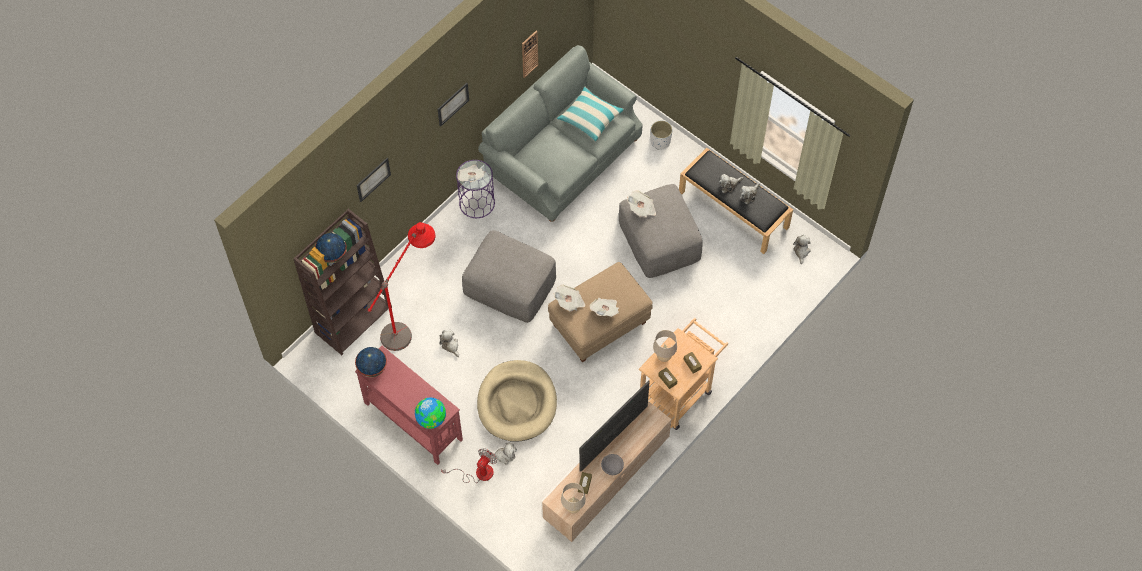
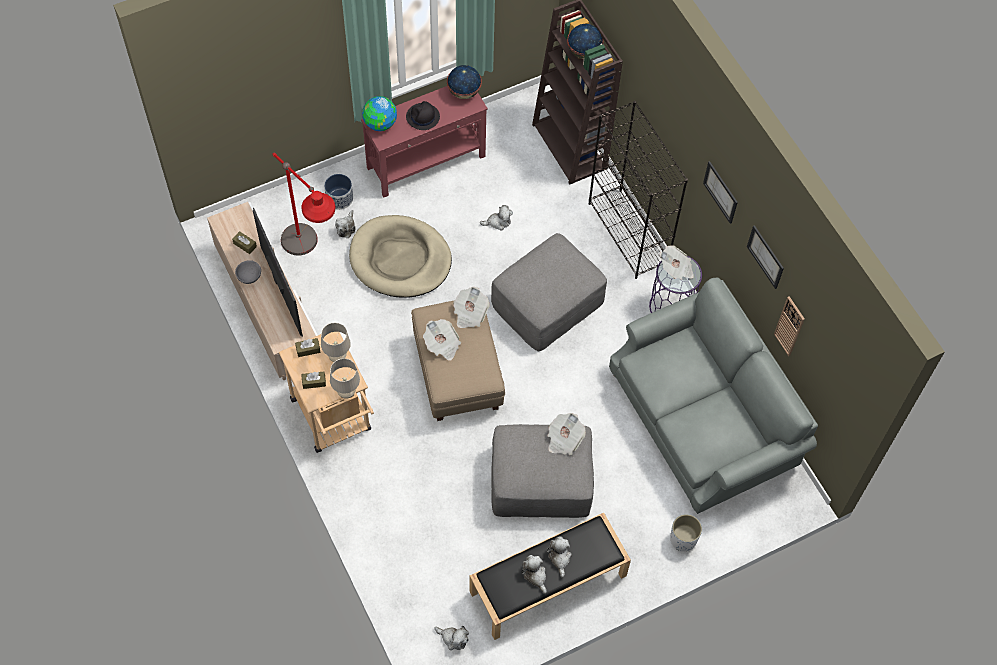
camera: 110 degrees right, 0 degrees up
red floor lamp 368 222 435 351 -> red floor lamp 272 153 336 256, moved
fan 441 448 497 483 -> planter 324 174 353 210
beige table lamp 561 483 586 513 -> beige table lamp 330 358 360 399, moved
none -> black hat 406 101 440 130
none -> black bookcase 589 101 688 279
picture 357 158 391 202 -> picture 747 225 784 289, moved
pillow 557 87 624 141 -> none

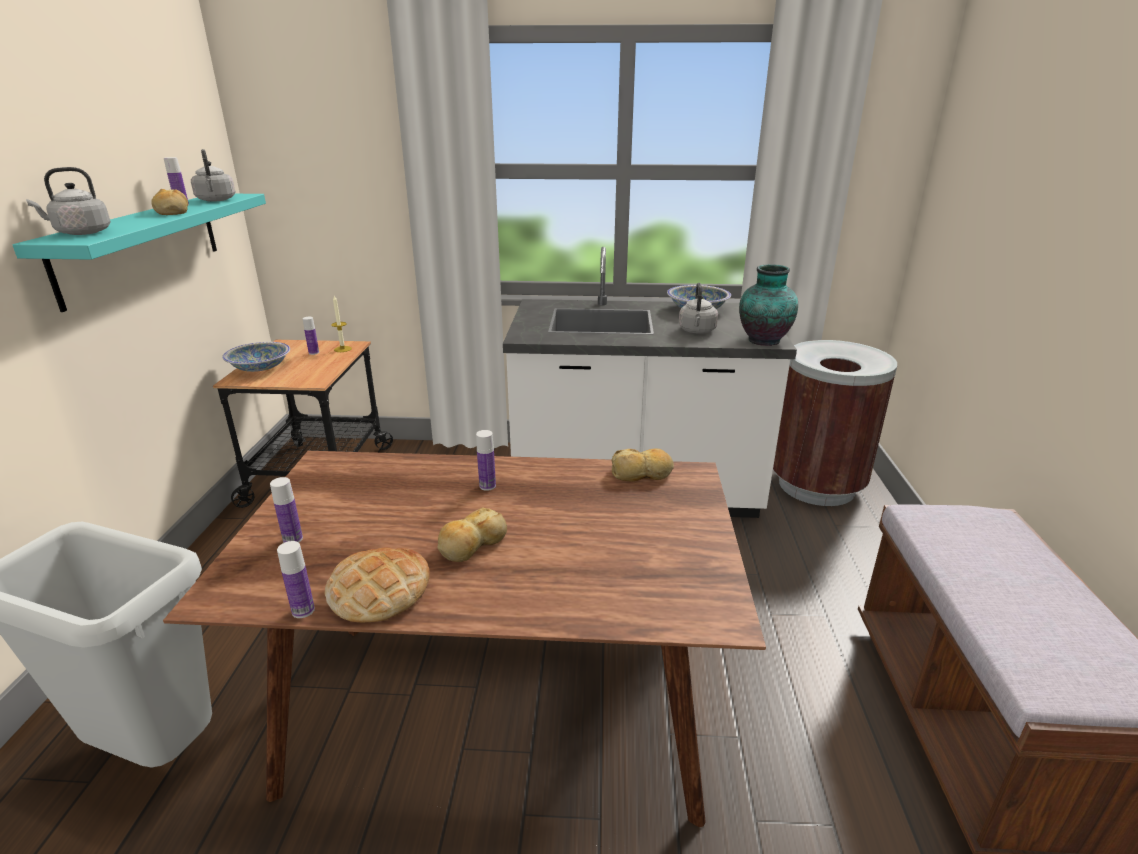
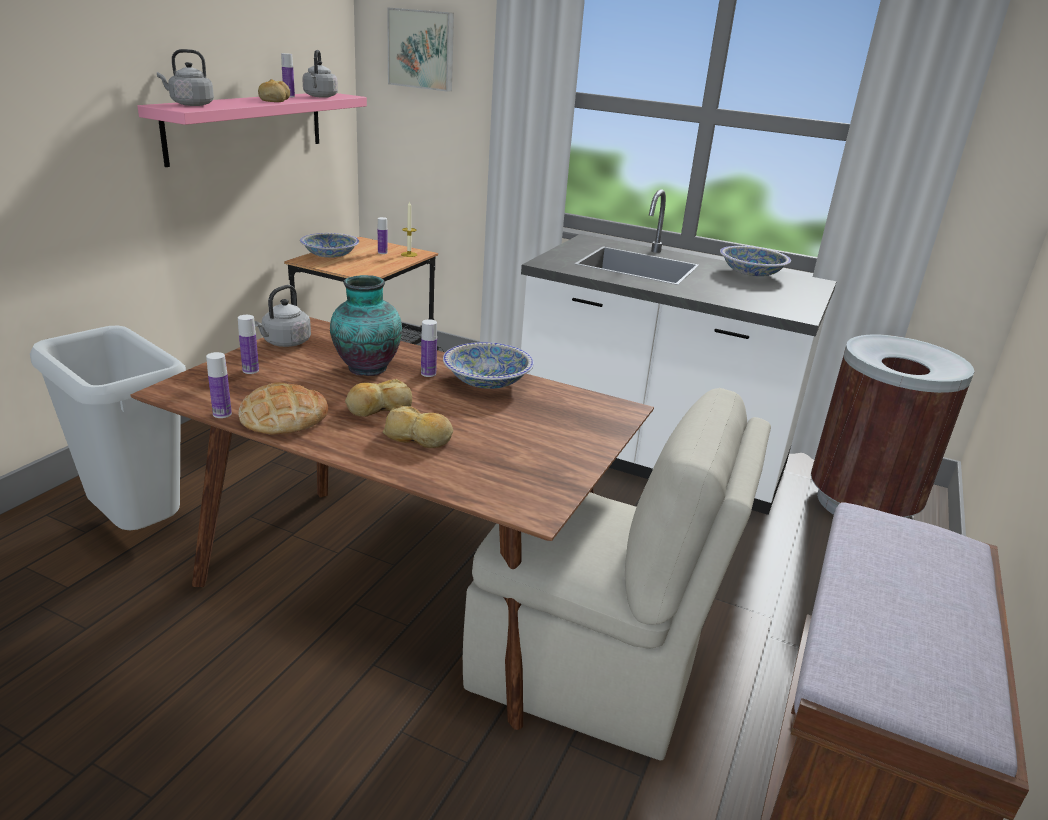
camera: 20 degrees right, 0 degrees up
turquoise shelf 12 194 266 312 -> pink shelf 138 93 367 167
grey kettle 679 283 718 334 -> grey kettle 254 285 311 347, moved
vase 739 264 798 346 -> vase 330 275 402 376, moved
bread 611 449 674 482 -> bread 383 405 453 448, moved
none -> picture 387 7 454 92
none -> bowl 443 342 534 389
none -> beige chair 463 388 771 761

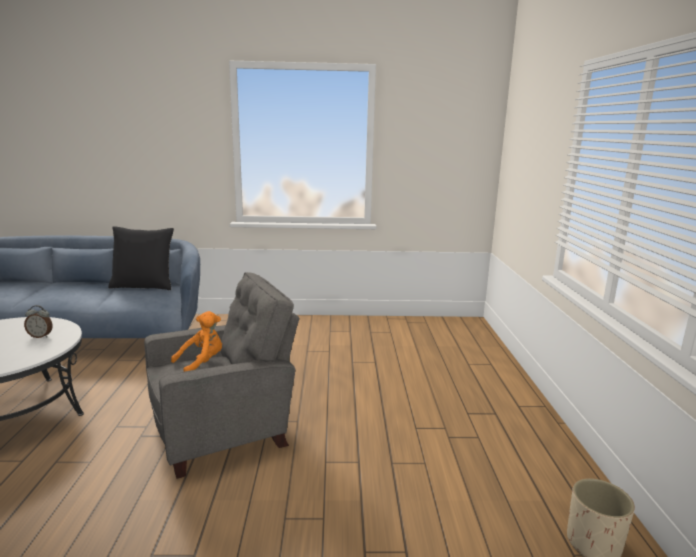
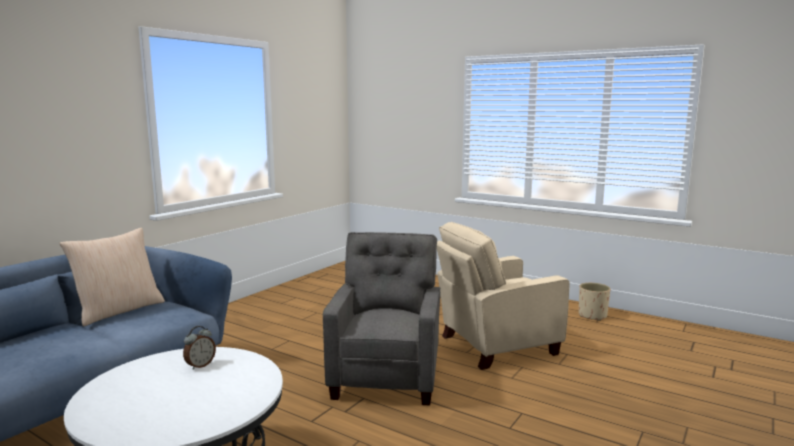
camera: 55 degrees left, 5 degrees down
black pillow 108 226 174 290 -> beige pillow 59 228 165 326
none -> beige armchair 437 222 570 370
orange plush toy 171 311 222 372 -> none

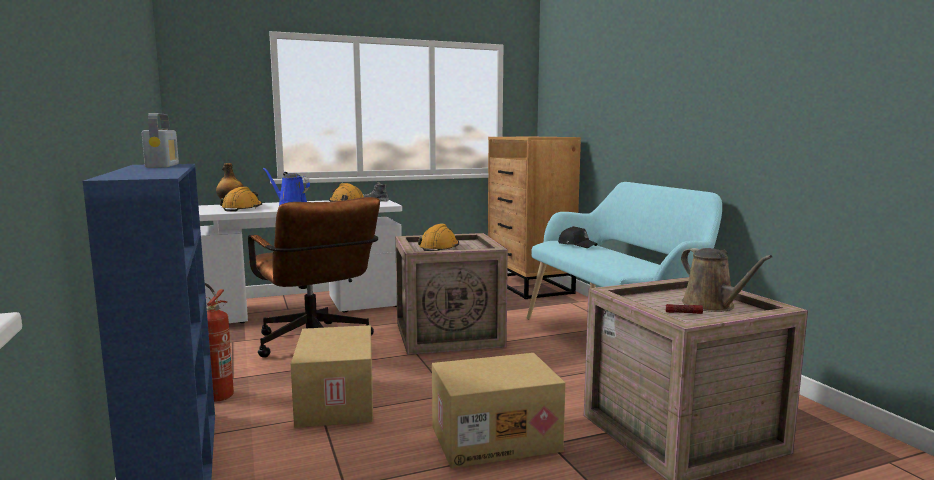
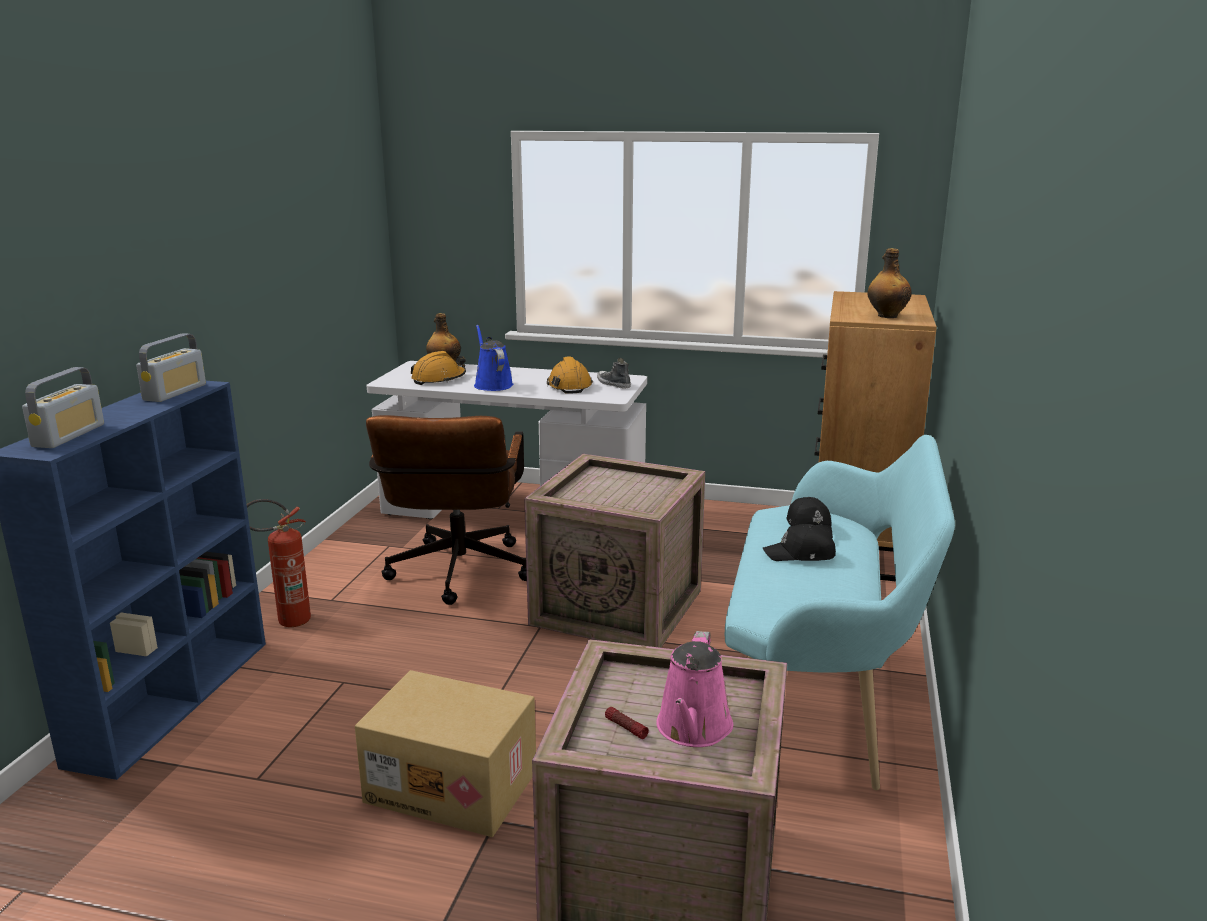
camera: 35 degrees right, 10 degrees up
none -> radio 22 367 104 448
brown watering can 681 248 772 312 -> pink watering can 656 631 733 747
none -> black cap 763 524 836 561
none -> bottle 868 248 912 318
cardboard box 291 325 373 428 -> none
orange hard hat 418 224 459 251 -> none

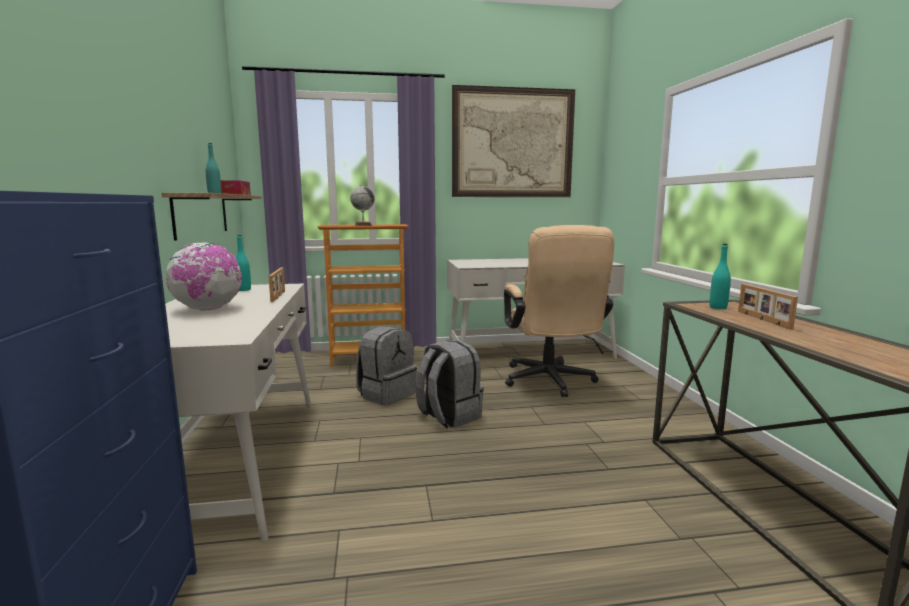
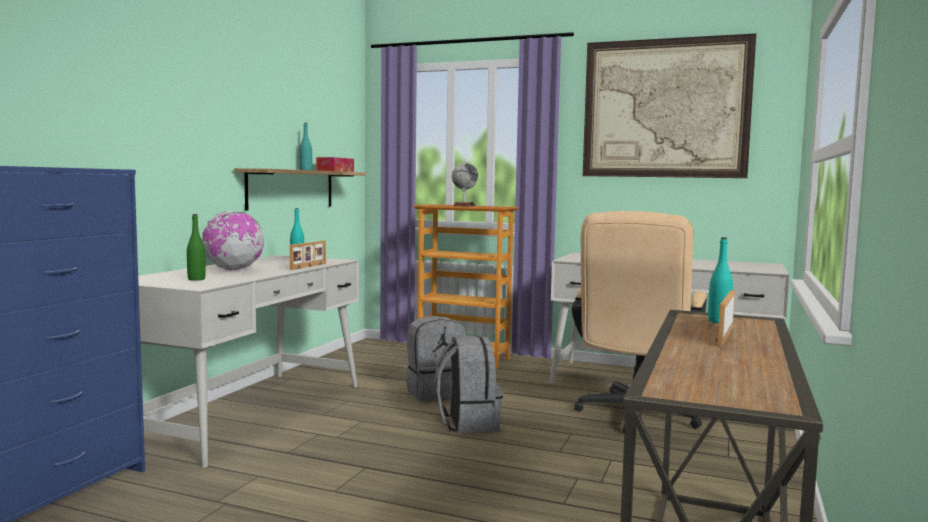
camera: 30 degrees right, 5 degrees down
none -> green bottle 187 214 206 281

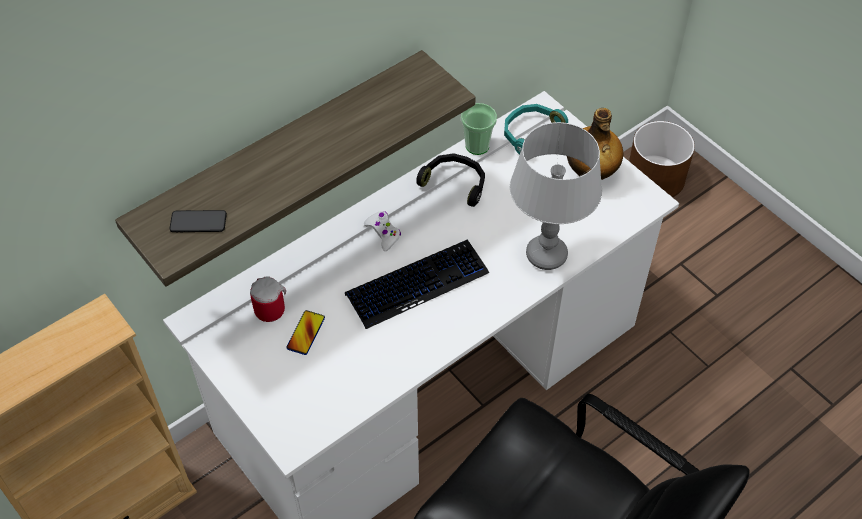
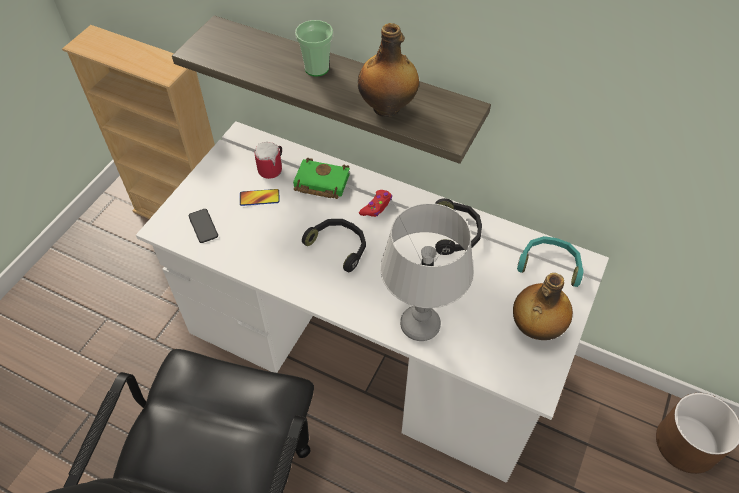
camera: 65 degrees right, 0 degrees up
phone 170 210 227 232 -> phone 189 209 218 243, moved
none -> green book 293 158 350 199
cup 461 103 497 155 -> cup 295 20 333 76, moved
keyboard 345 240 489 329 -> black headphones 302 219 366 272
none -> bottle 358 23 419 117
white game controller 364 211 401 251 -> red game controller 359 190 392 217

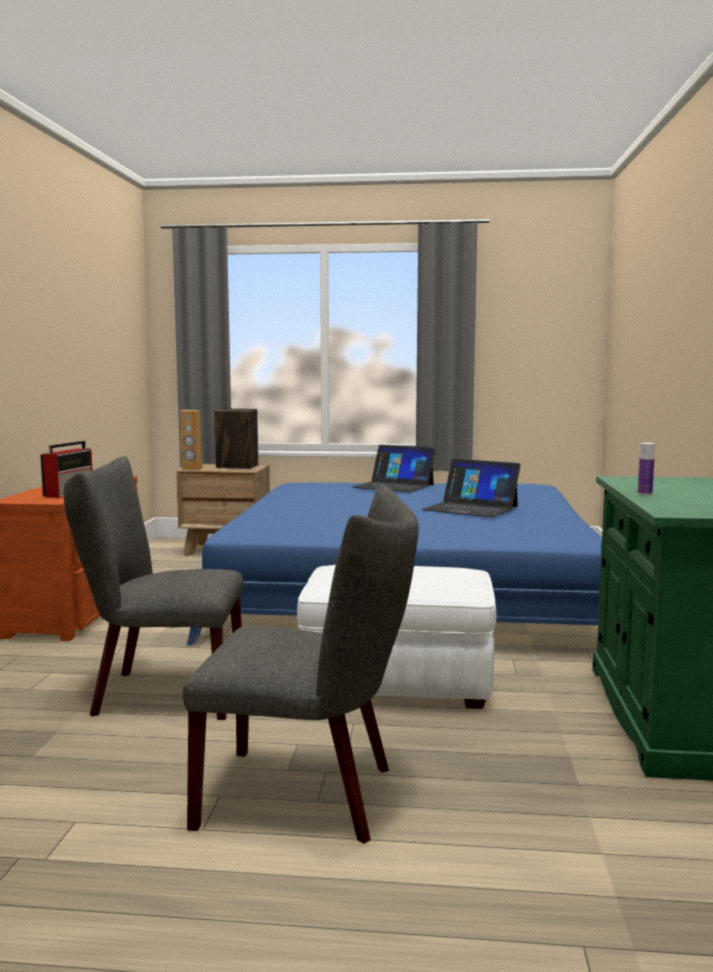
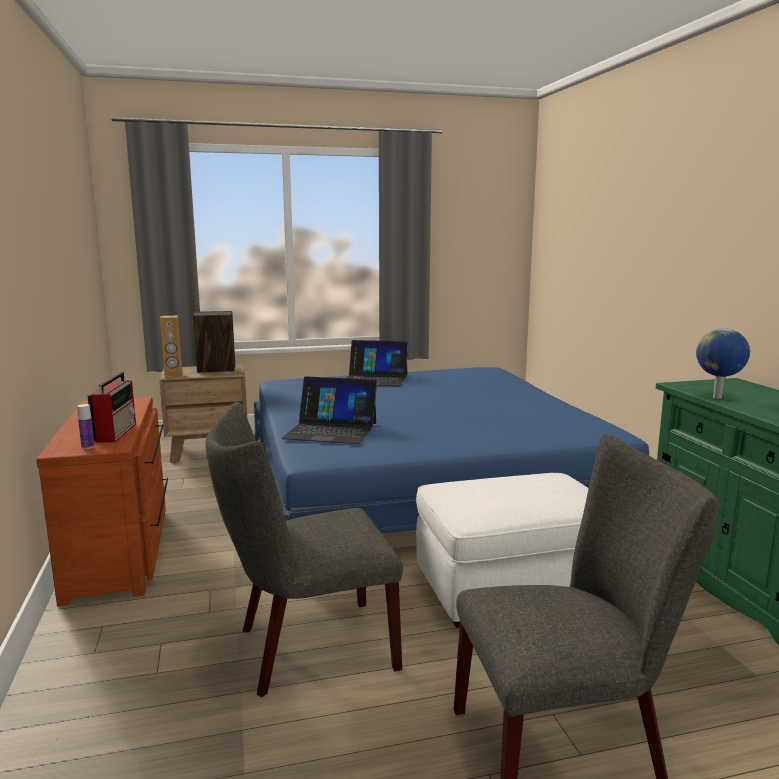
camera: 20 degrees left, 5 degrees up
bottle 638 443 655 495 -> bottle 77 404 94 449, moved
laptop 422 459 520 517 -> laptop 281 376 377 444, moved
none -> globe 696 328 750 399

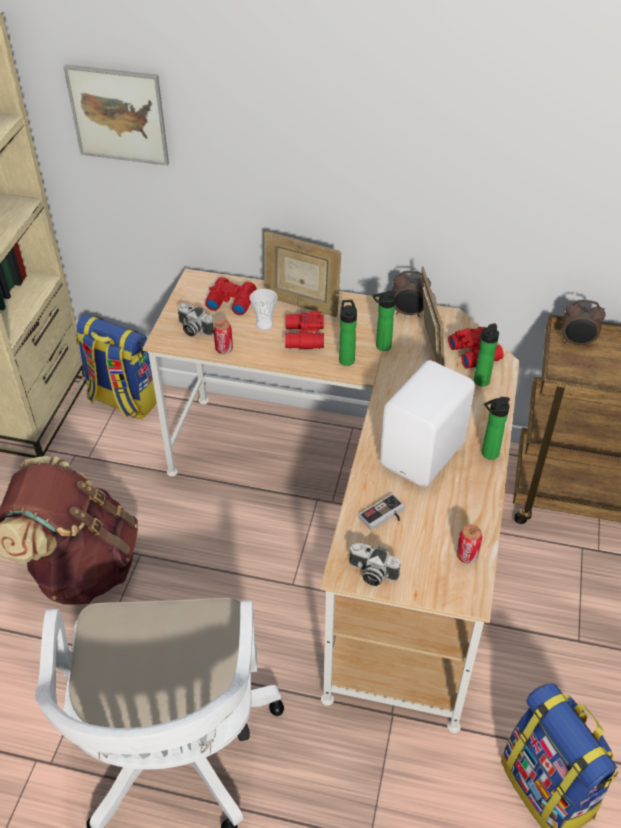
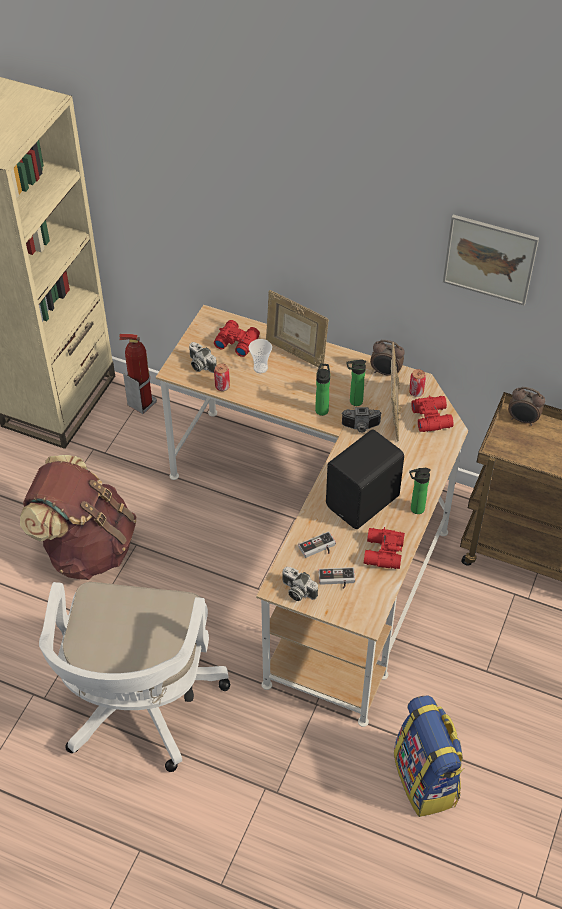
camera: 10 degrees right, 5 degrees up
backpack 76 314 157 419 -> fire extinguisher 119 334 157 414
none -> game controller 318 567 355 589
white speaker 380 360 475 487 -> black speaker 326 429 404 529
none -> photo camera 341 407 382 433
red binoculars 285 311 324 349 -> red binoculars 364 527 405 569, moved
can 456 524 482 563 -> can 409 369 426 397, moved
picture 63 64 169 166 -> picture 443 215 539 305, moved
bottle 474 323 499 386 -> none

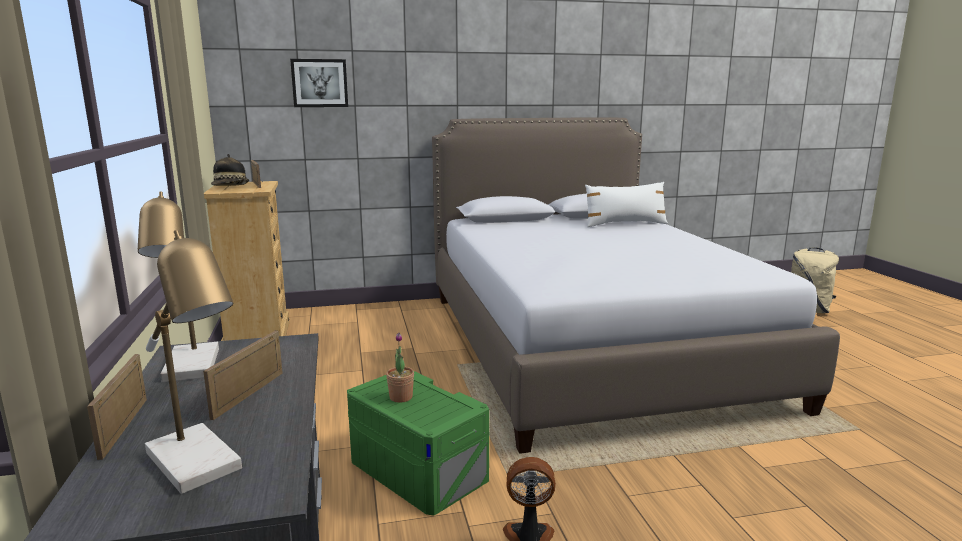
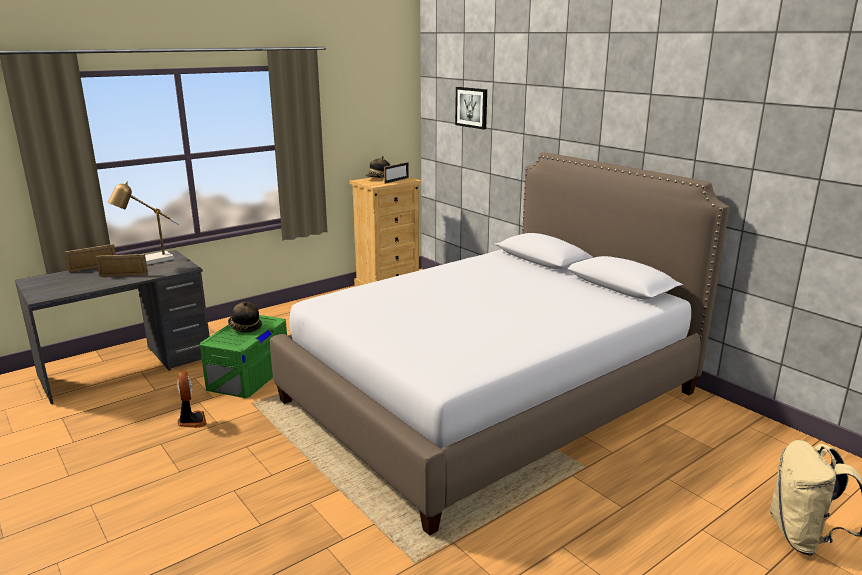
camera: 65 degrees right, 5 degrees up
potted plant 386 333 414 403 -> hat 228 302 262 333
table lamp 145 230 242 494 -> none
white pillow 585 182 668 227 -> none

